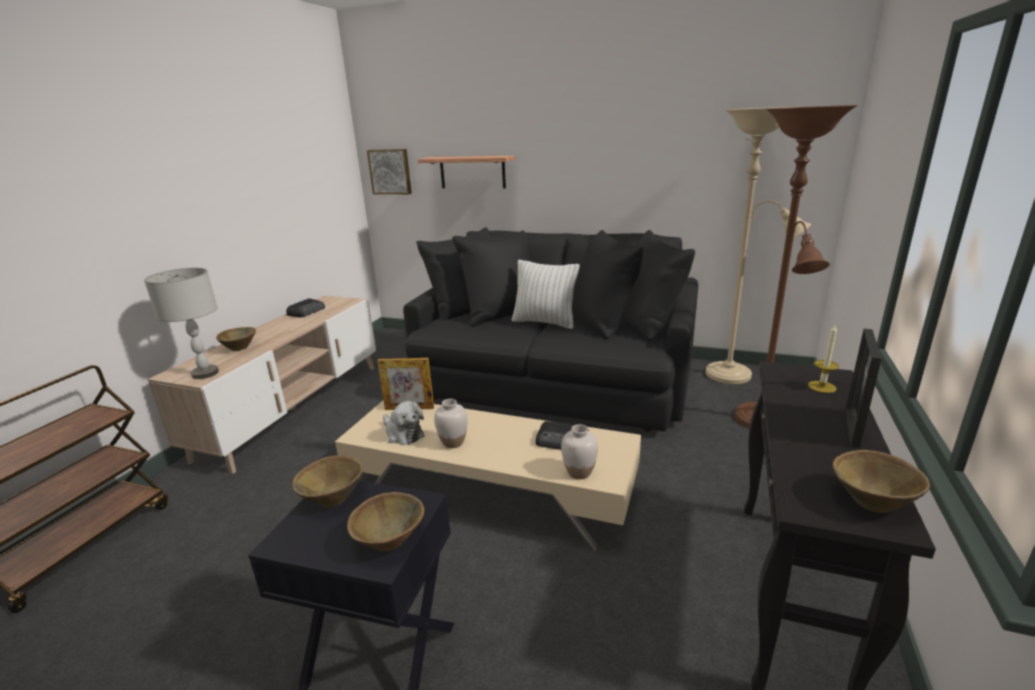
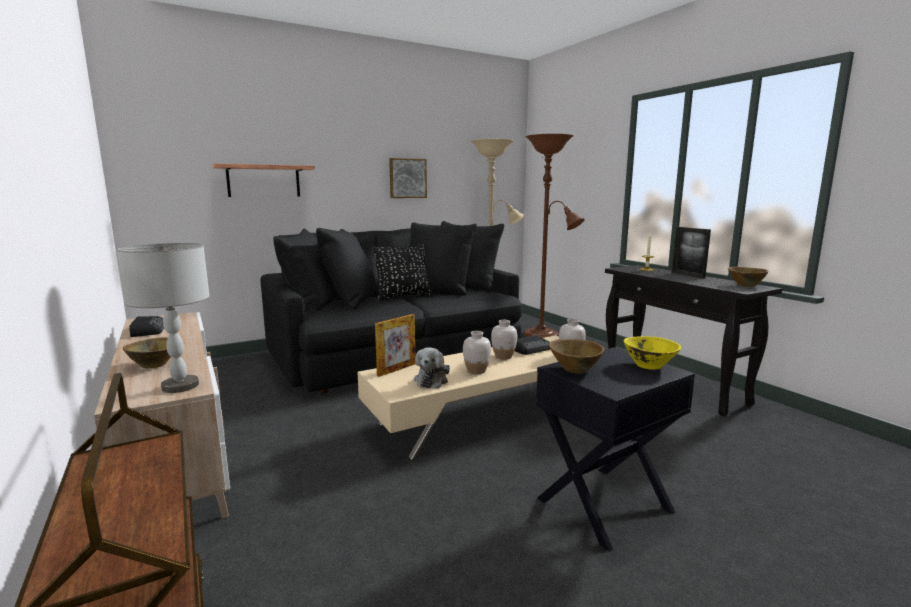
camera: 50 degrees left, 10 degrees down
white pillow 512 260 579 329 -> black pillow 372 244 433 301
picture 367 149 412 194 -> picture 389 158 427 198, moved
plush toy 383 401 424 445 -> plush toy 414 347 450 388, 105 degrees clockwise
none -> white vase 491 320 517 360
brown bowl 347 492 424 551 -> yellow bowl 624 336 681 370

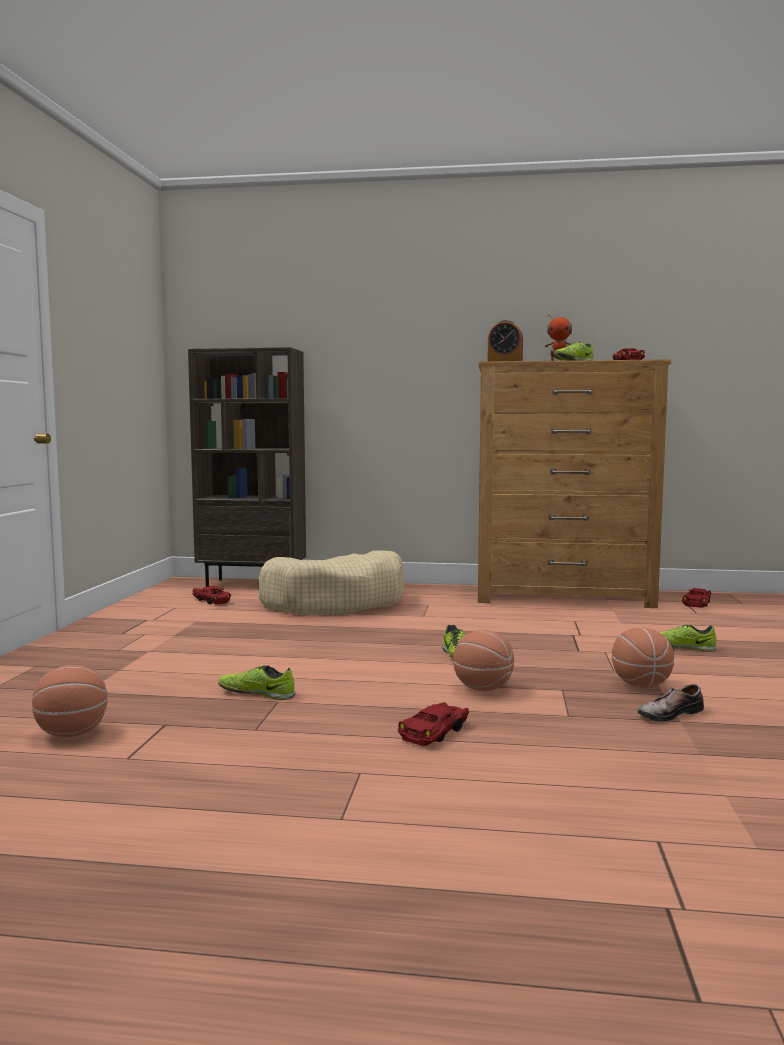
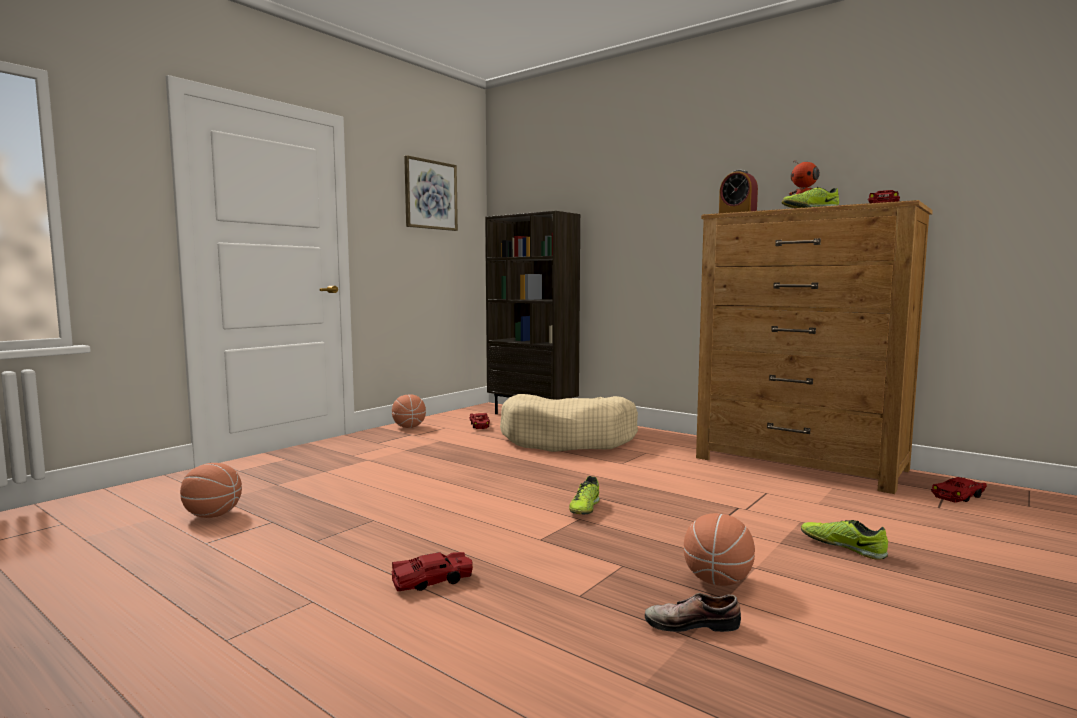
camera: 30 degrees right, 0 degrees up
basketball 453 630 514 691 -> basketball 392 394 426 428, moved
none -> picture 404 155 458 231
shoe 218 666 295 700 -> none

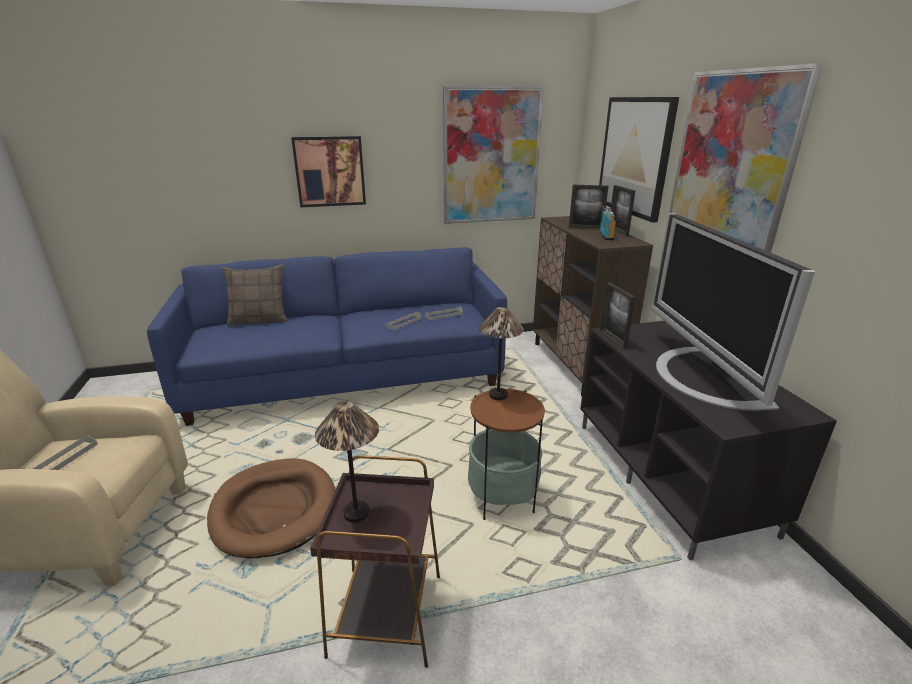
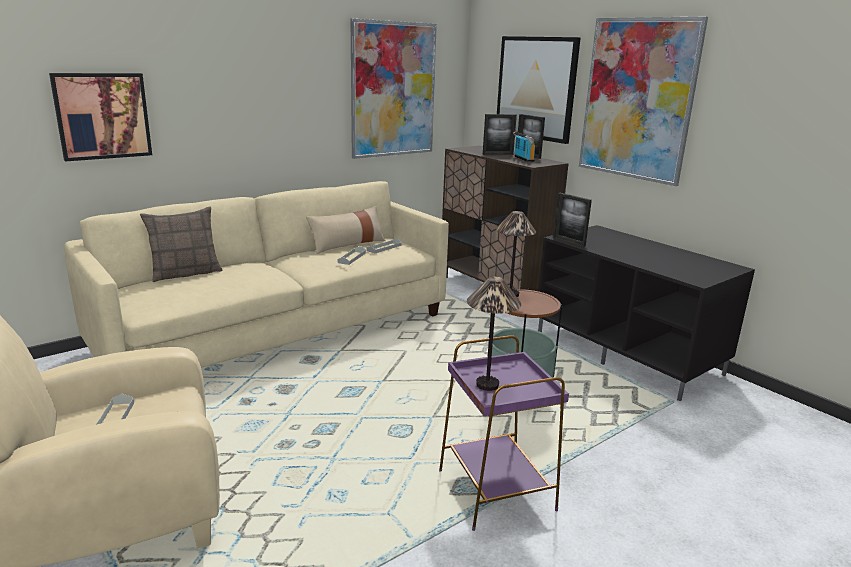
camera: 25 degrees left, 5 degrees down
picture 291 136 366 207 -> picture 49 73 152 161, moved
blue sofa 147 247 507 426 -> beige sofa 64 181 449 368
none -> beige pillow 306 206 385 254
brown side table 310 455 440 668 -> purple side table 439 335 569 531
brown dog bed 207 458 336 558 -> none
television 651 213 815 411 -> none

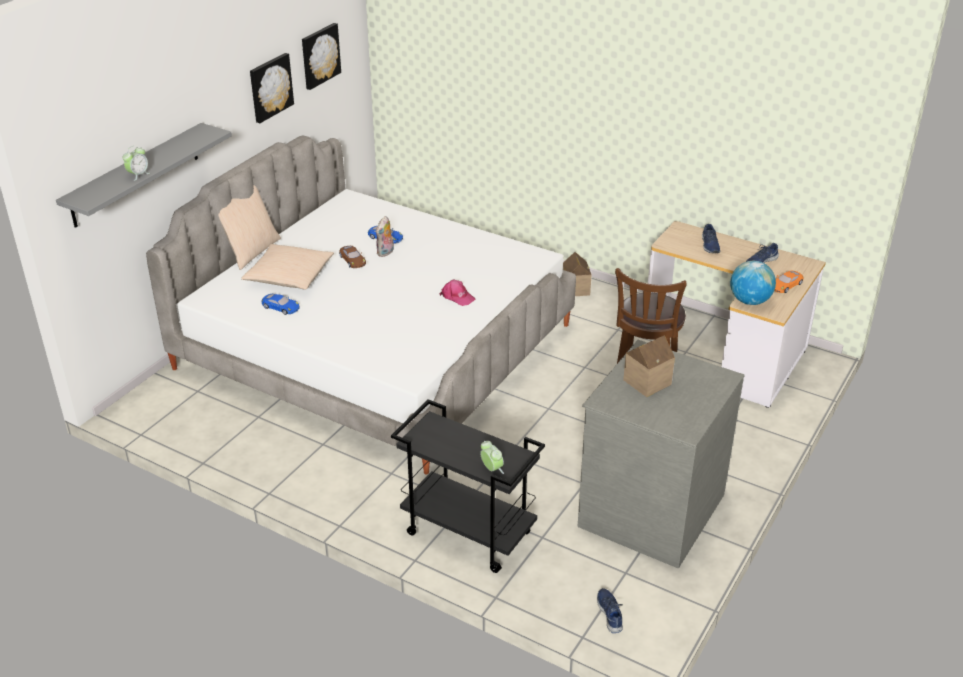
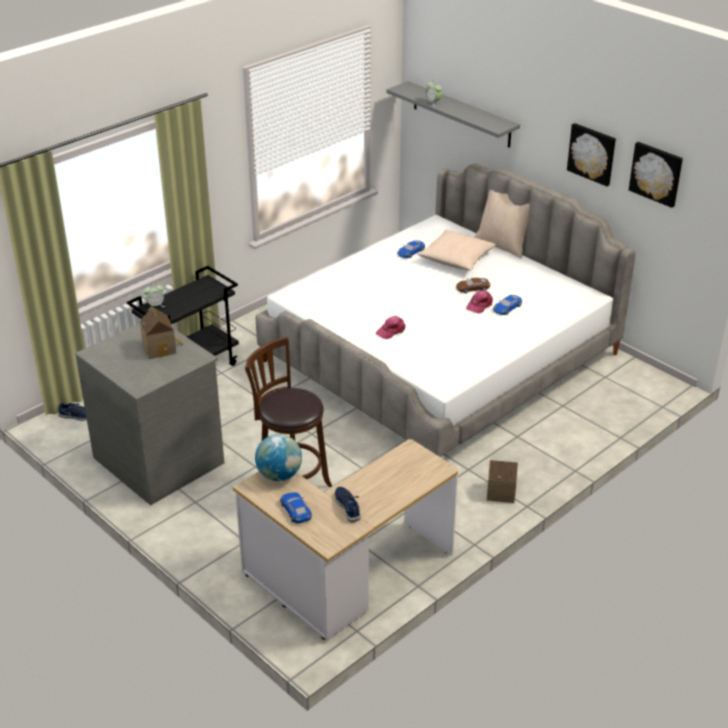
camera: 105 degrees right, 0 degrees up
orange toy car 774 270 804 293 -> blue toy car 280 492 312 524
plush toy 376 216 394 257 -> pink cap 466 290 493 314
blue shoe 702 224 720 253 -> none

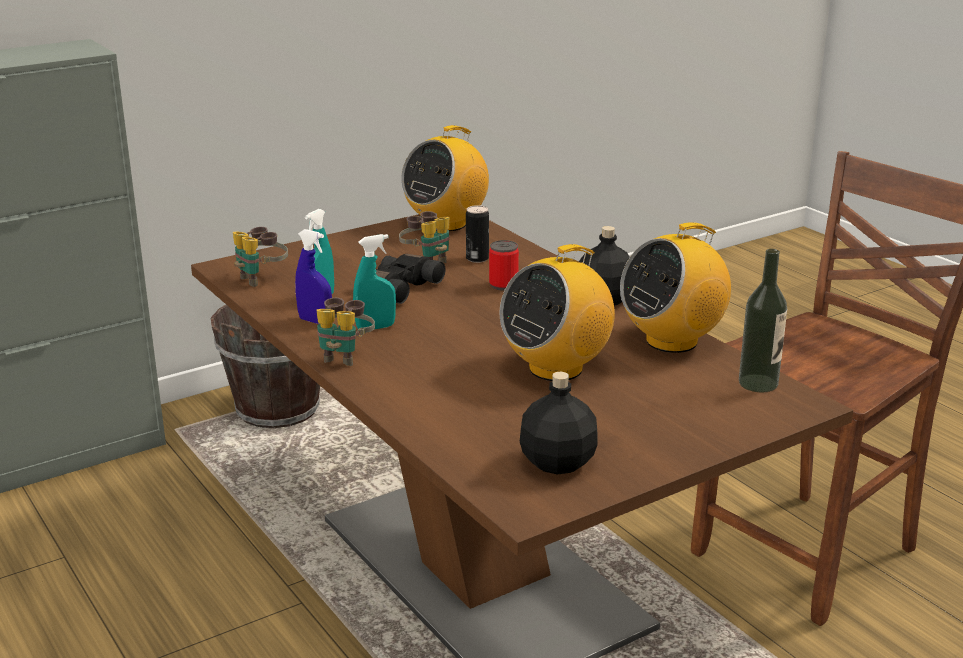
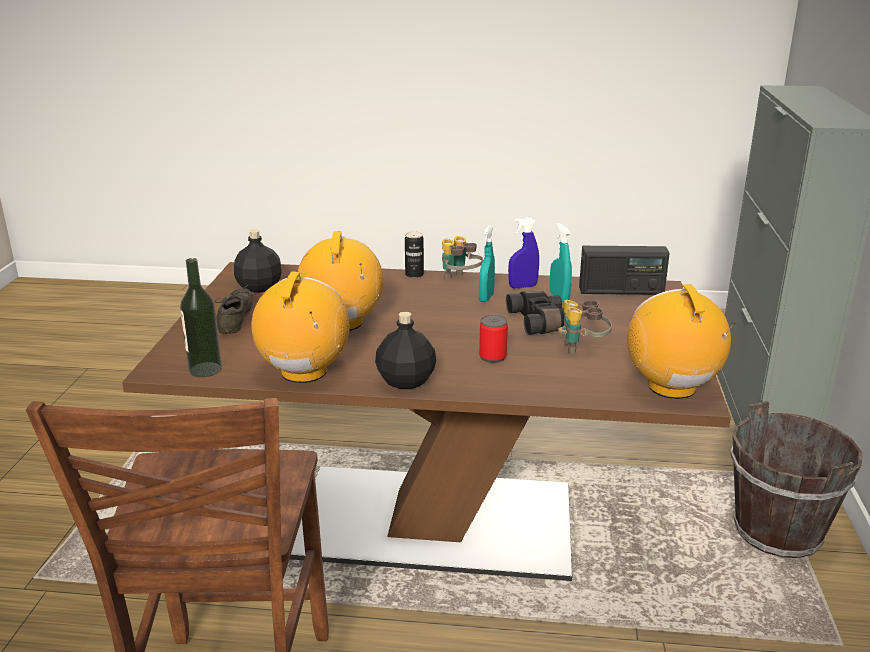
camera: 130 degrees right, 0 degrees up
none -> grey shoe 215 285 256 334
can 466 205 489 263 -> can 405 231 424 278, moved
binoculars 233 227 288 287 -> radio 579 246 670 295

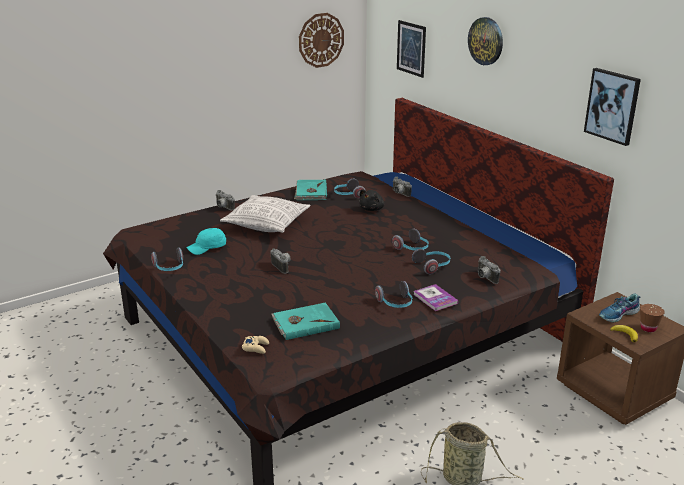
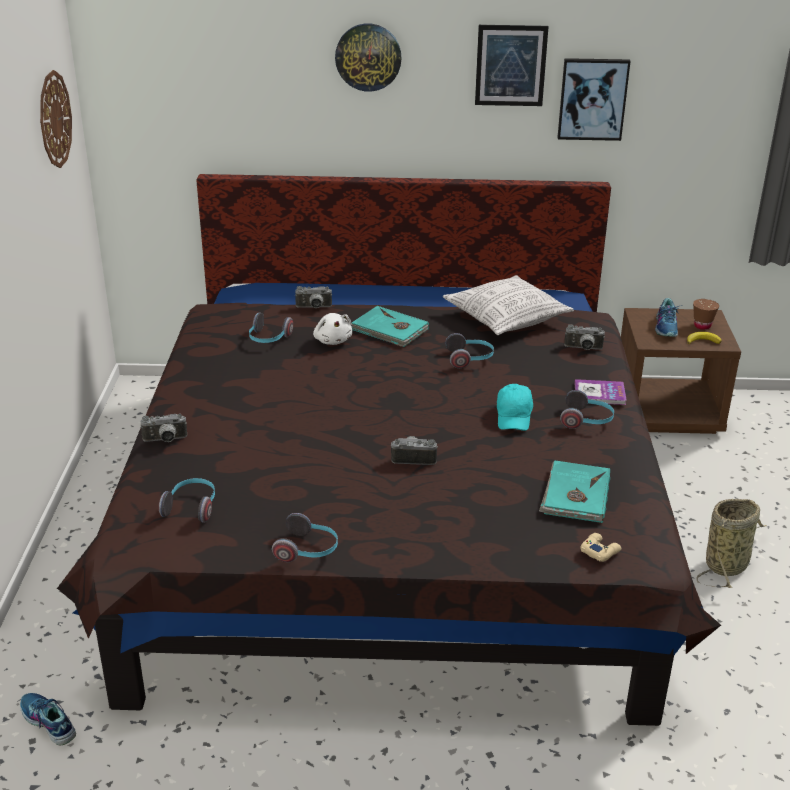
camera: 55 degrees left, 5 degrees up
none -> shoe 20 693 76 746
headphones 412 249 450 274 -> headphones 159 478 215 523, moved
black plush toy 359 189 385 211 -> white plush toy 313 313 352 345
turquoise book 294 179 327 200 -> turquoise book 351 306 429 347, moved
pillow 220 195 311 233 -> pillow 443 275 574 335, moved
picture 397 20 426 78 -> picture 475 25 549 106, moved
turquoise cap 186 228 226 255 -> turquoise cap 497 384 533 431, moved

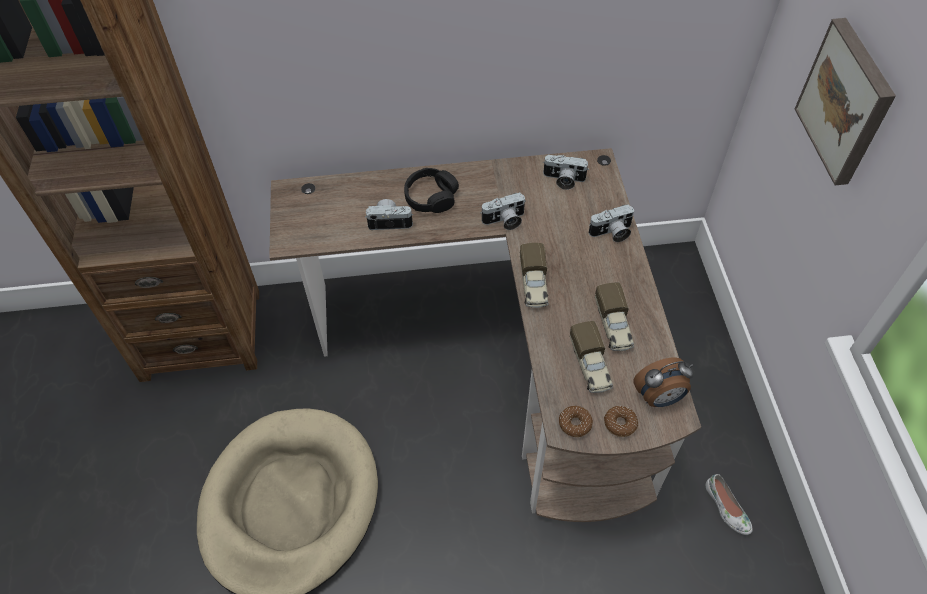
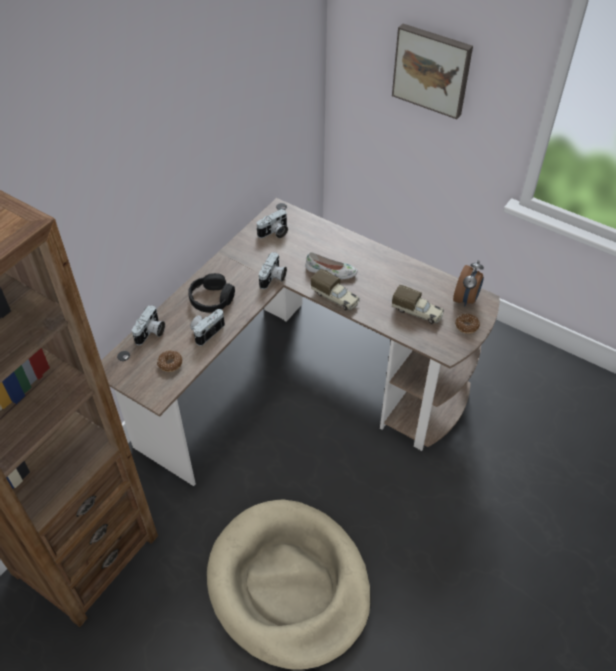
camera: 50 degrees left, 5 degrees down
photo camera 589 204 634 242 -> photo camera 132 305 165 345, moved
donut 559 406 593 437 -> donut 157 350 182 372, moved
white shoe 706 474 753 535 -> white shoe 305 252 358 280, moved
toy truck 595 283 634 351 -> none

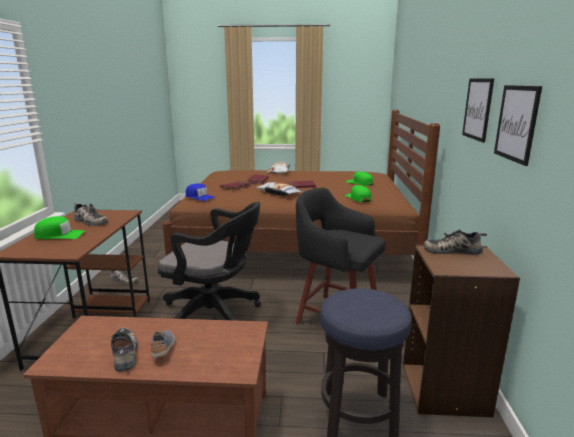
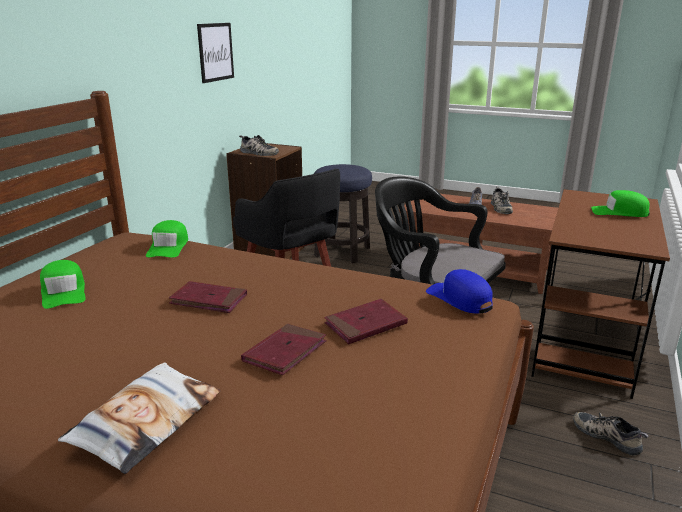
camera: 160 degrees left, 5 degrees up
shoe 74 203 108 226 -> none
pillow 256 182 304 196 -> none
picture 462 78 494 143 -> none

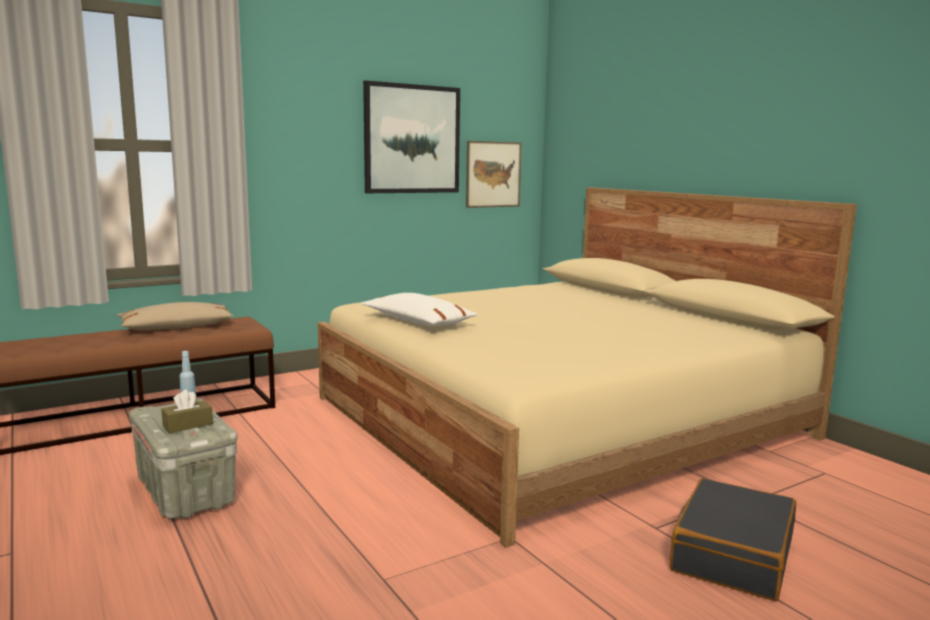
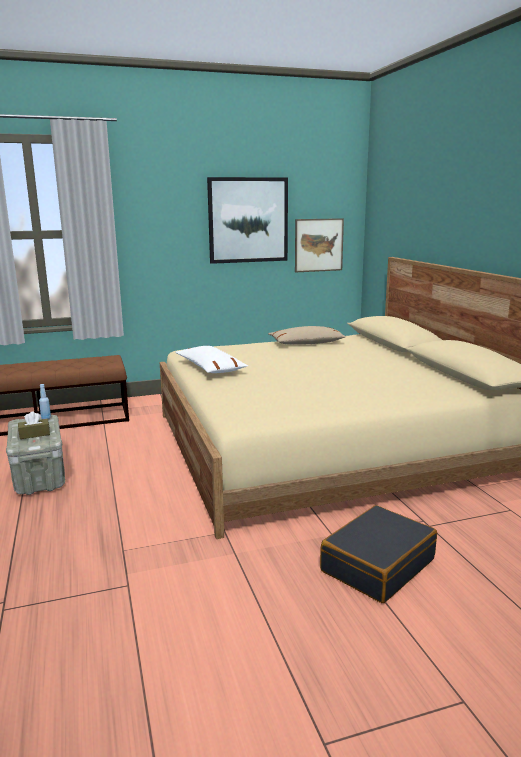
camera: 15 degrees right, 5 degrees up
beige pillow 117 302 233 330 -> beige pillow 268 326 346 345, moved

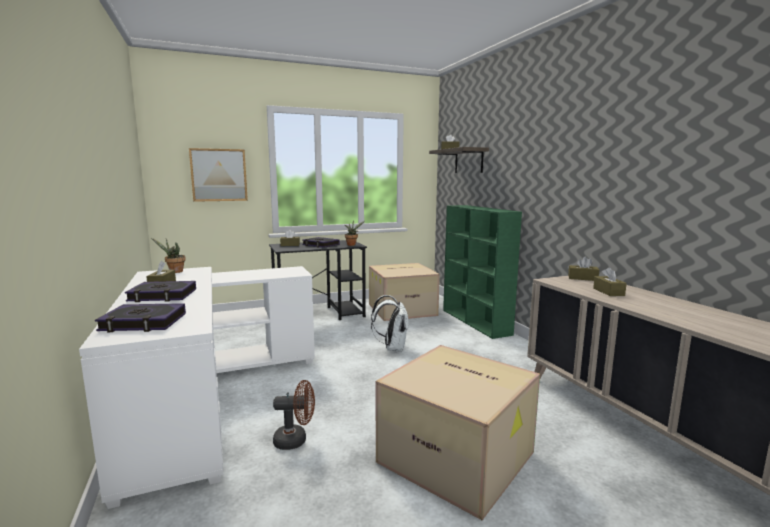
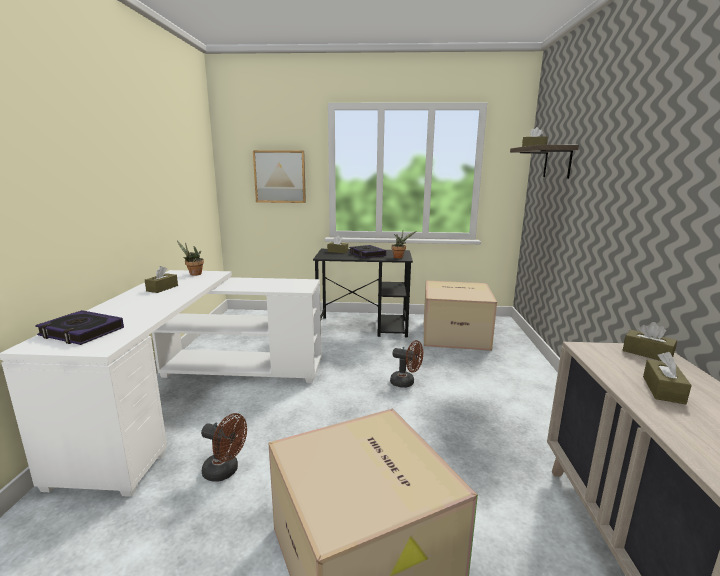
camera: 25 degrees right, 5 degrees up
white backpack 371 295 409 352 -> brown fan 390 340 423 388
book 125 281 196 302 -> none
green bookcase 443 205 522 339 -> none

